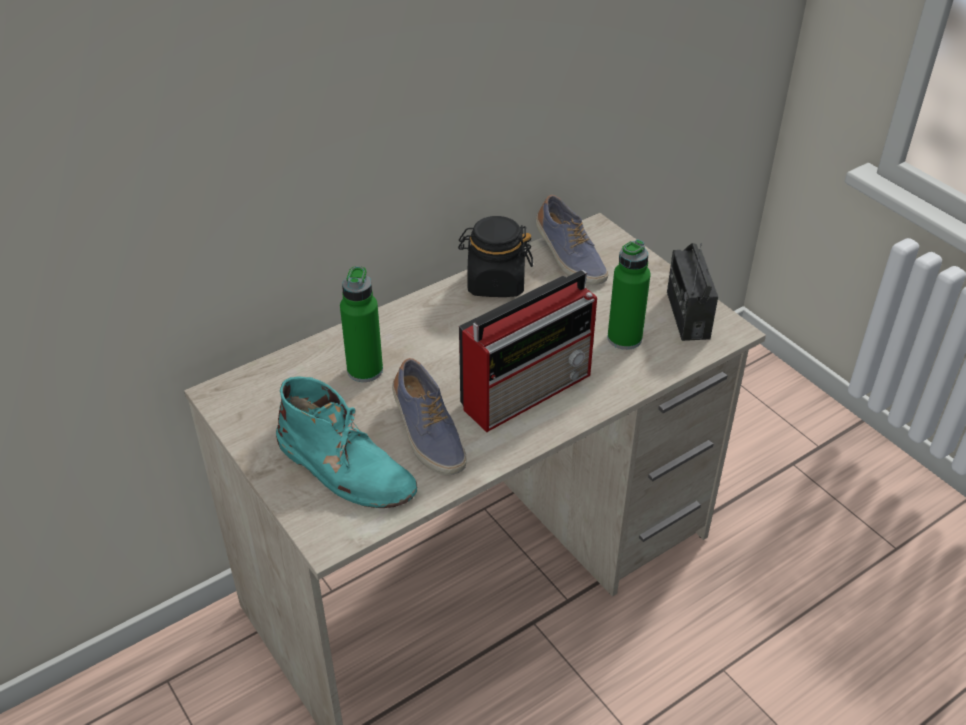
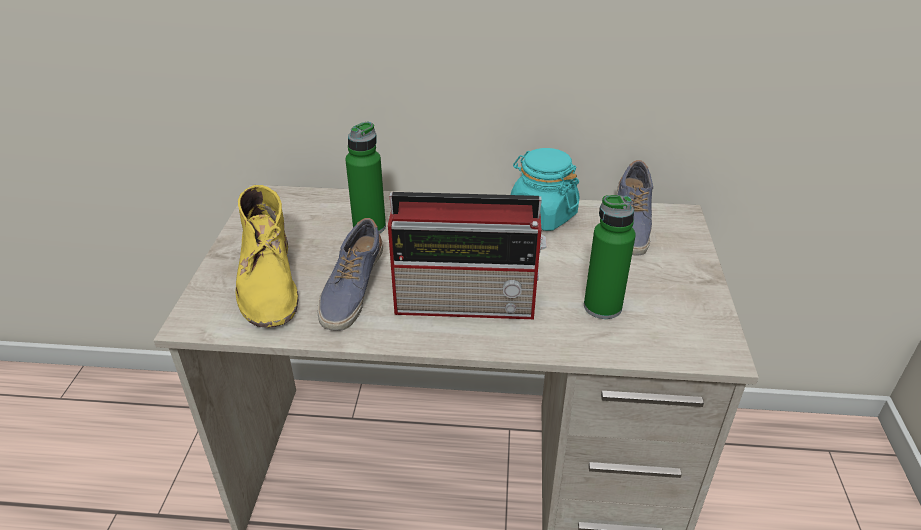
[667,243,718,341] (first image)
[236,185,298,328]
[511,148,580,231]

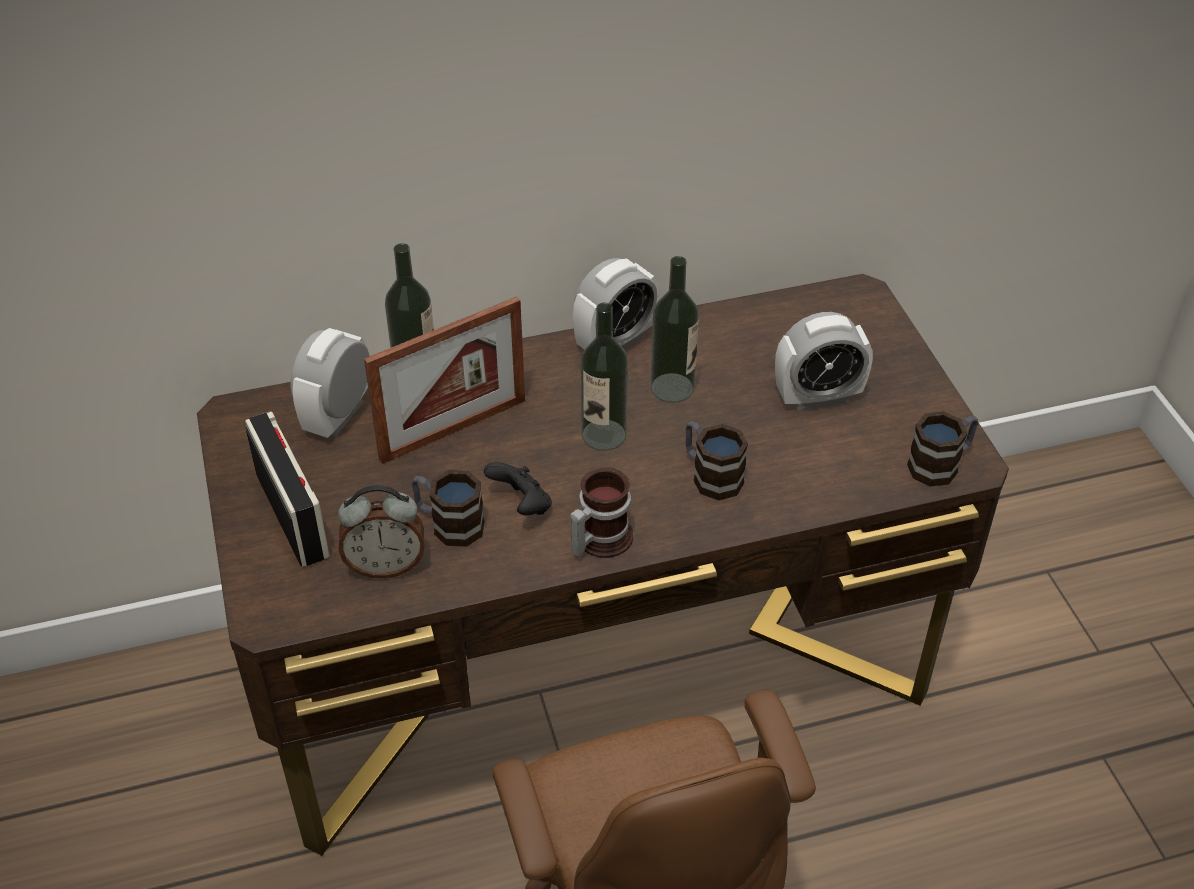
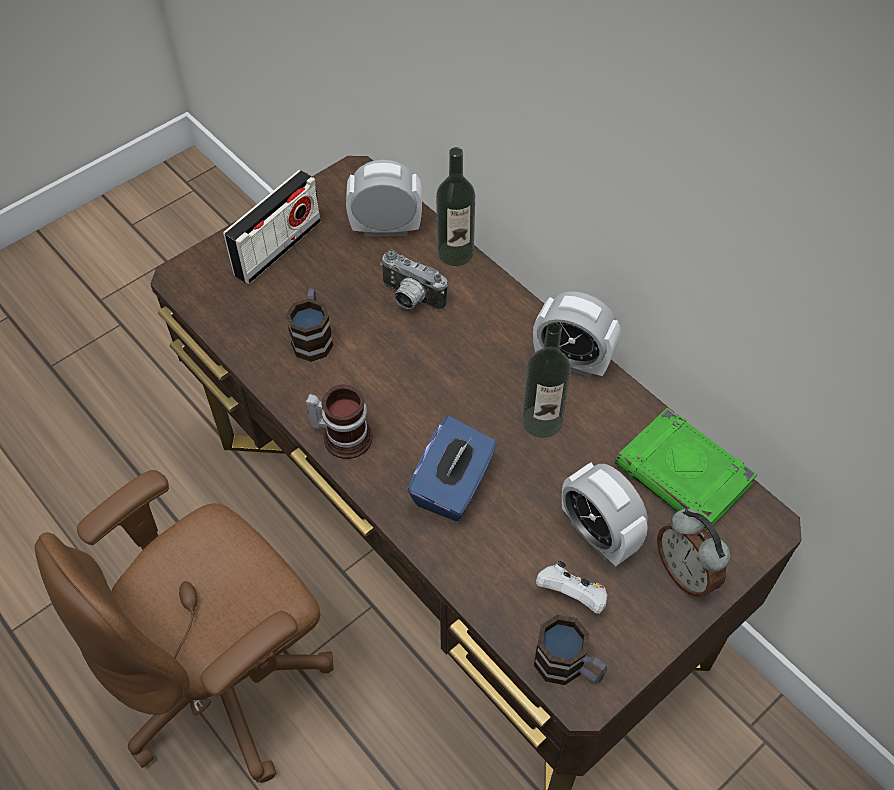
[484,462,552,515] (first image)
[580,303,628,451] (first image)
[536,561,607,614]
[615,408,757,531]
[657,509,730,597]
[380,249,448,310]
[408,416,497,521]

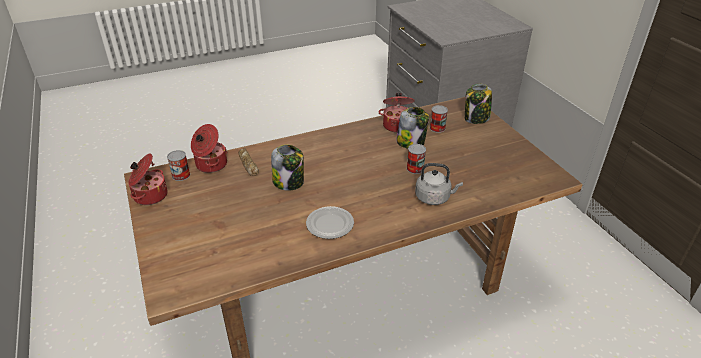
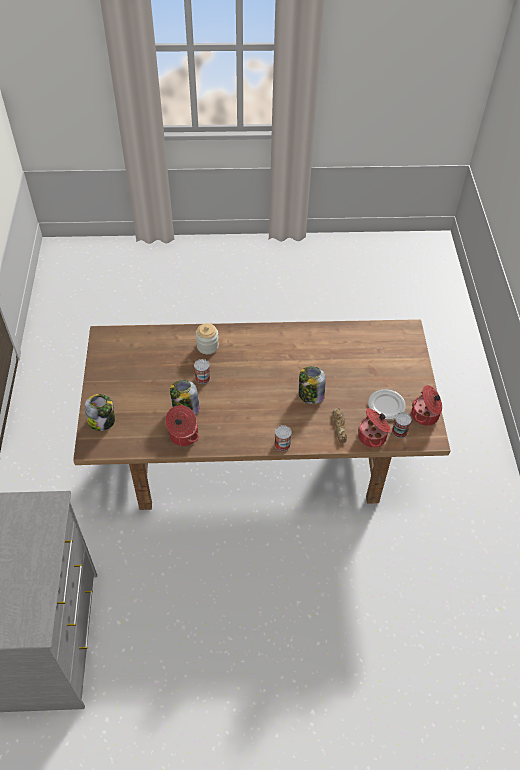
[368,389,406,420]
[275,425,292,451]
[196,323,219,354]

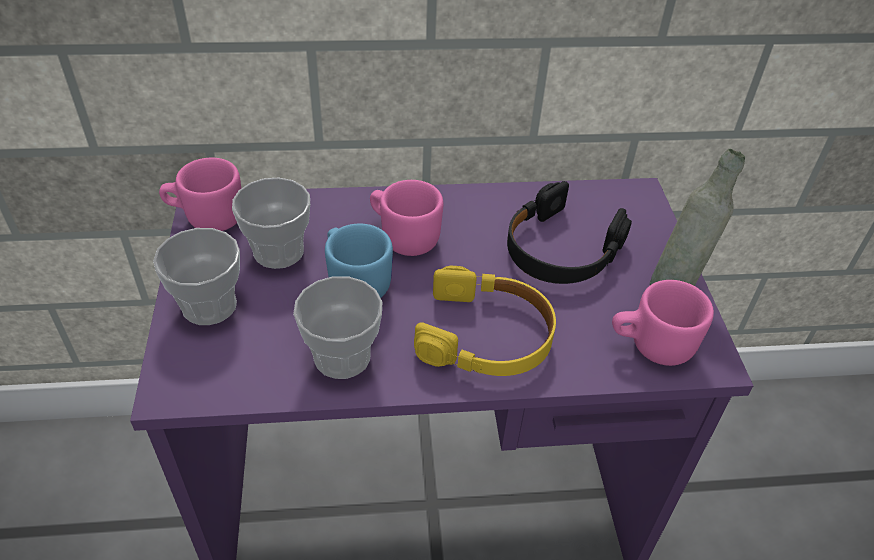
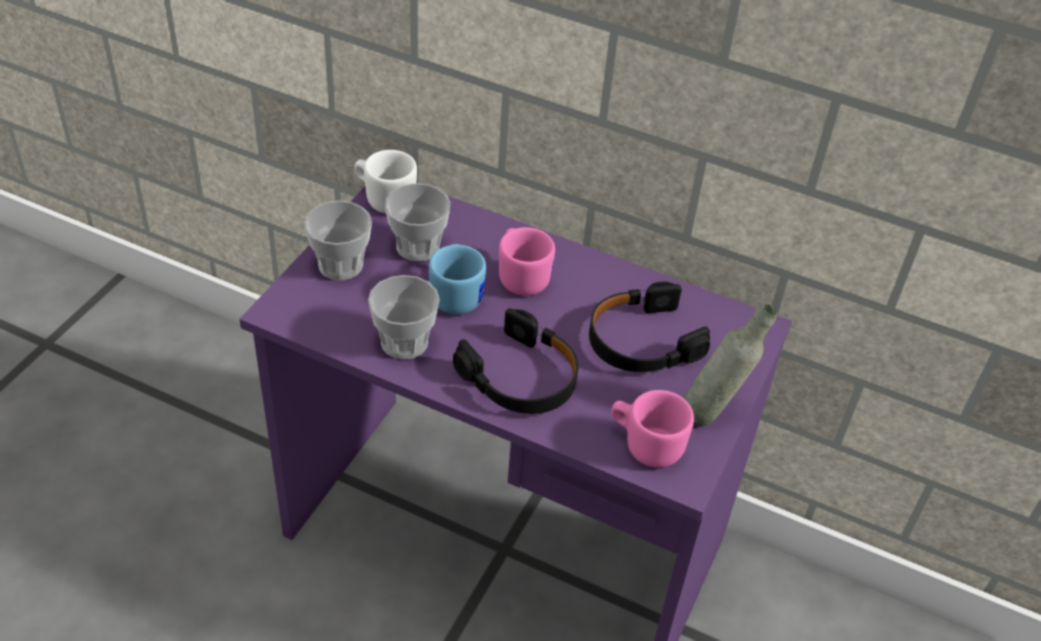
[354,150,417,214]
[453,308,579,414]

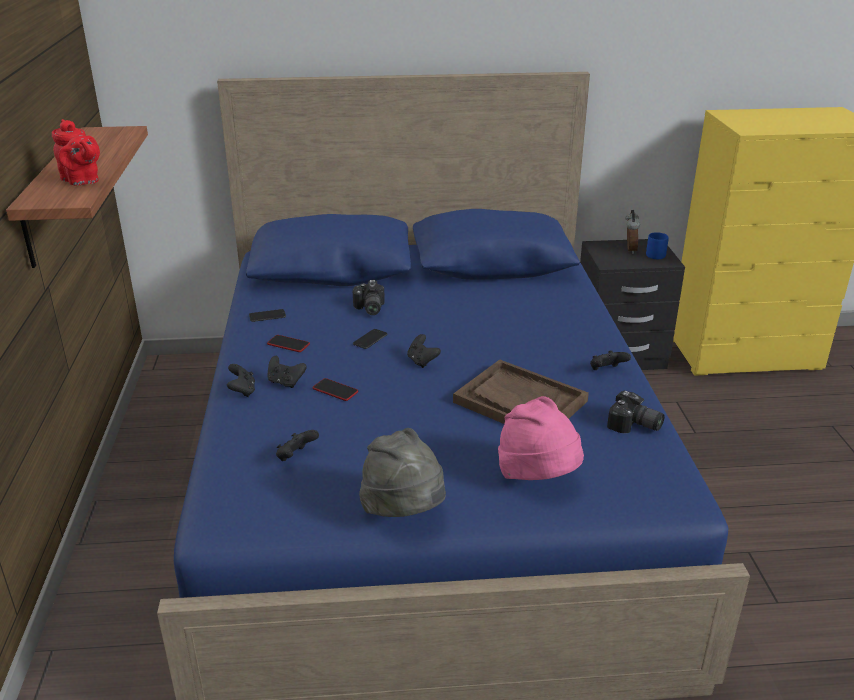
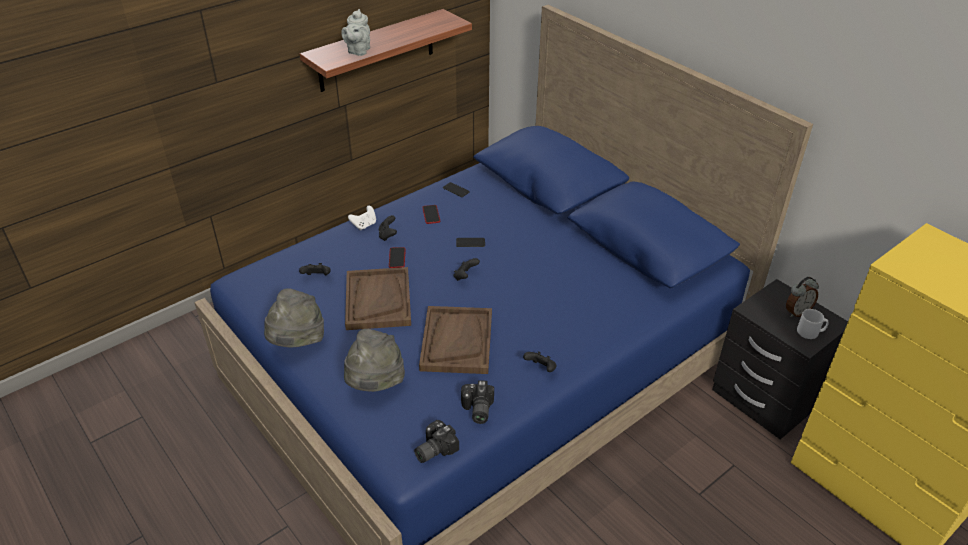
[345,267,411,330]
[414,420,459,463]
[341,9,370,56]
[348,205,376,230]
[344,329,405,392]
[797,309,829,339]

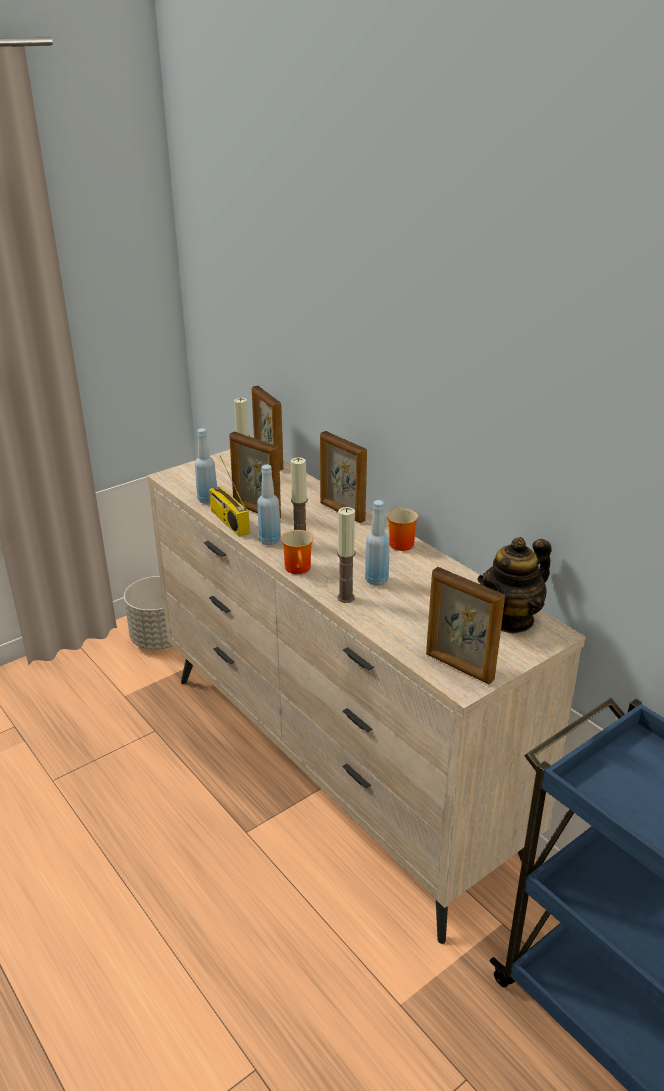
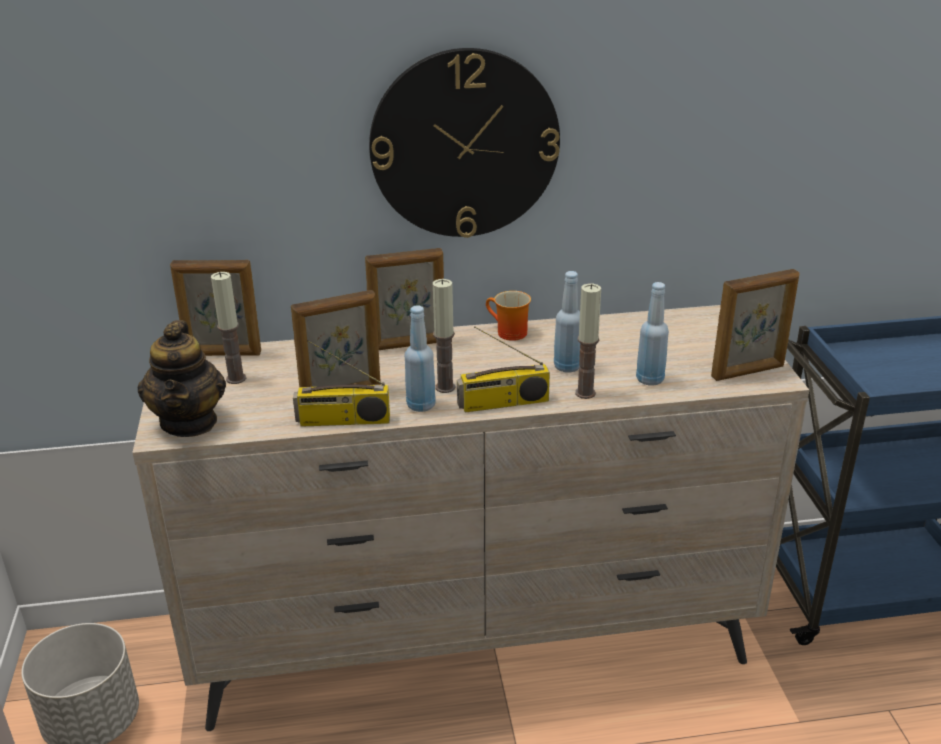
[369,48,560,238]
[636,282,669,386]
[137,320,226,437]
[457,326,550,412]

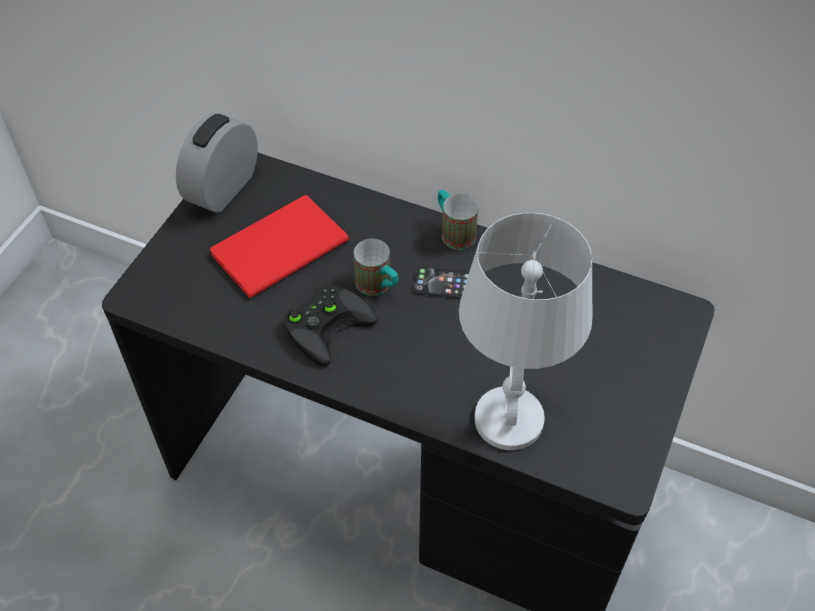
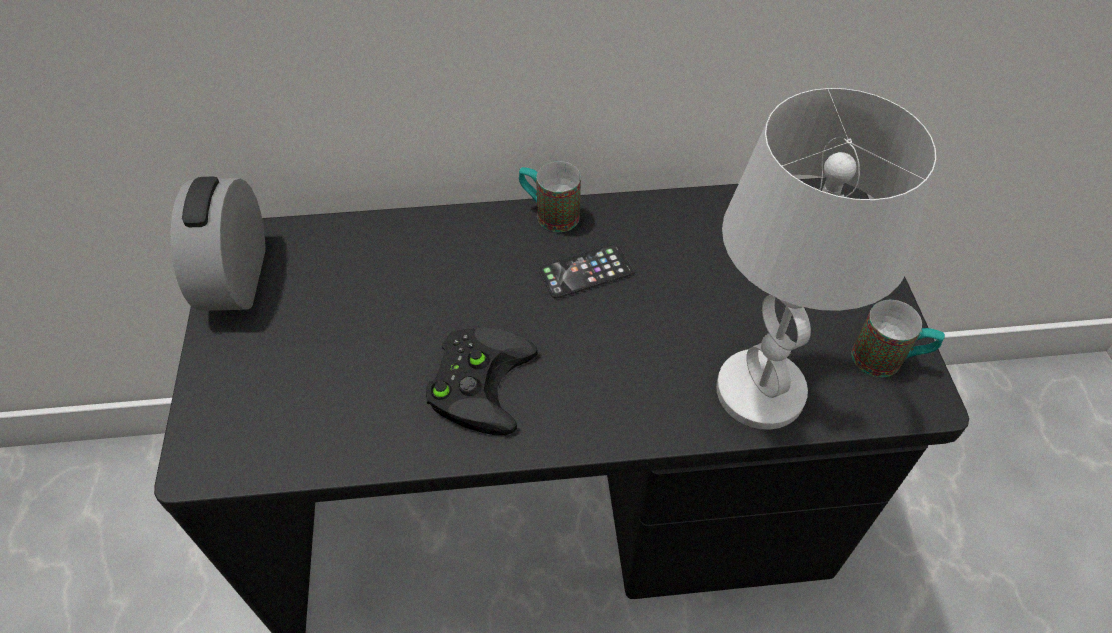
[210,195,349,298] (first image)
[851,300,945,377]

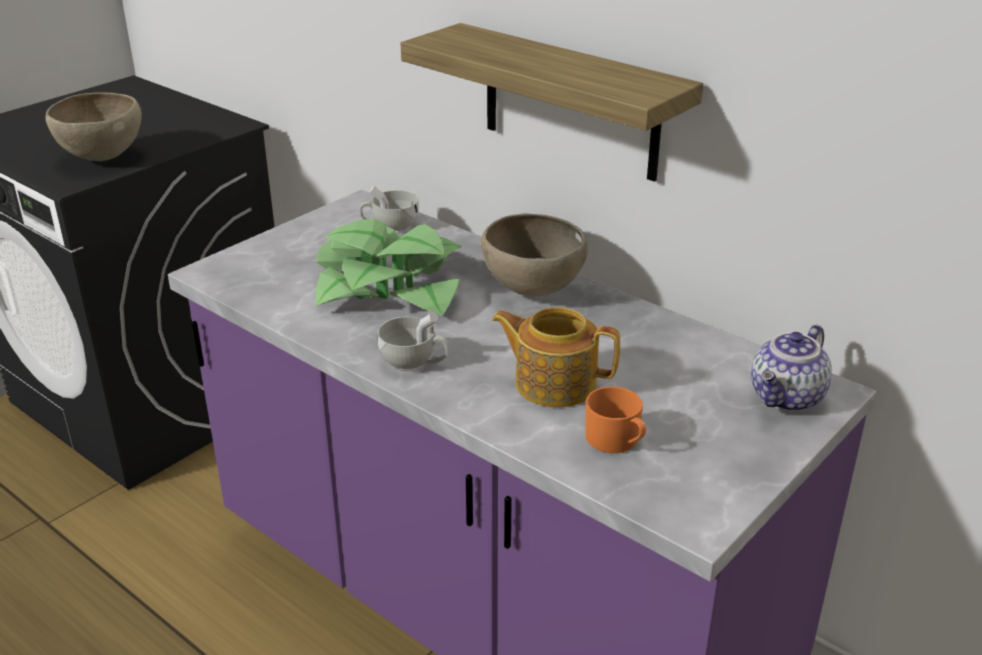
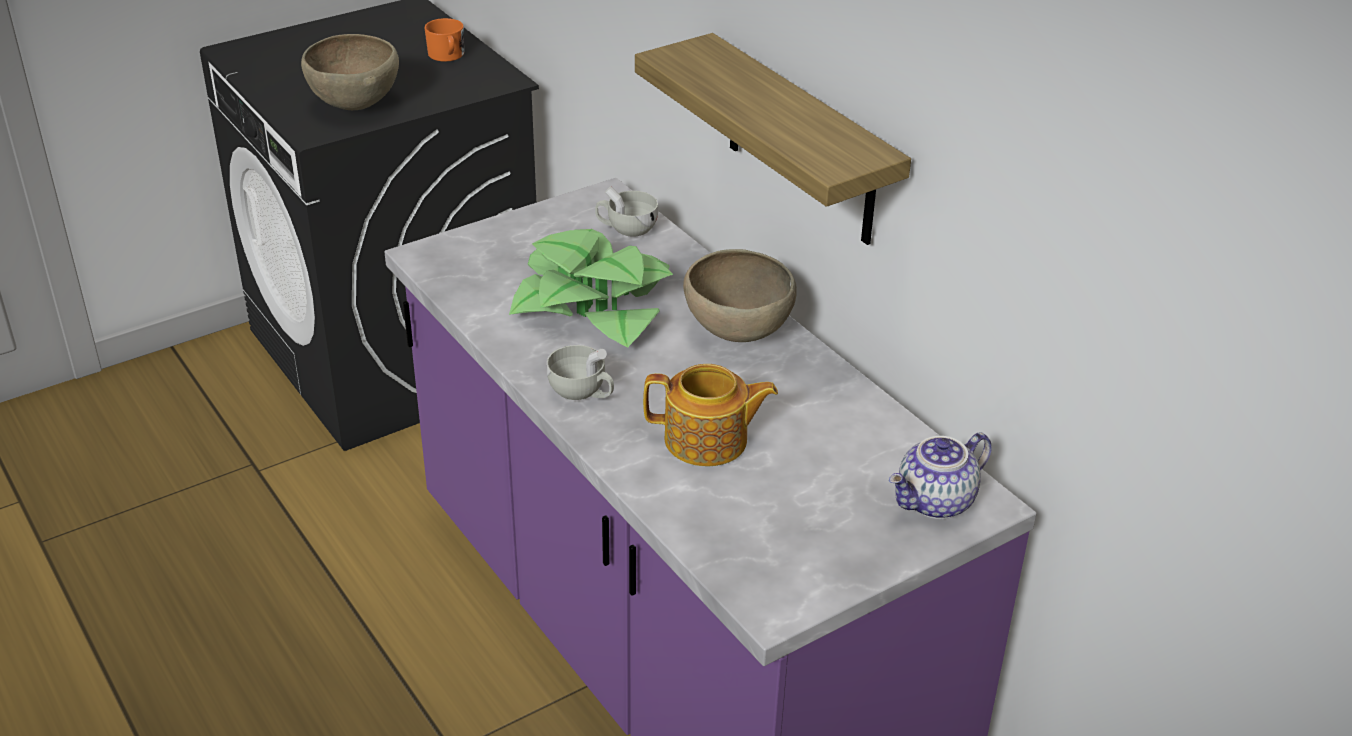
[424,18,464,62]
[643,364,778,467]

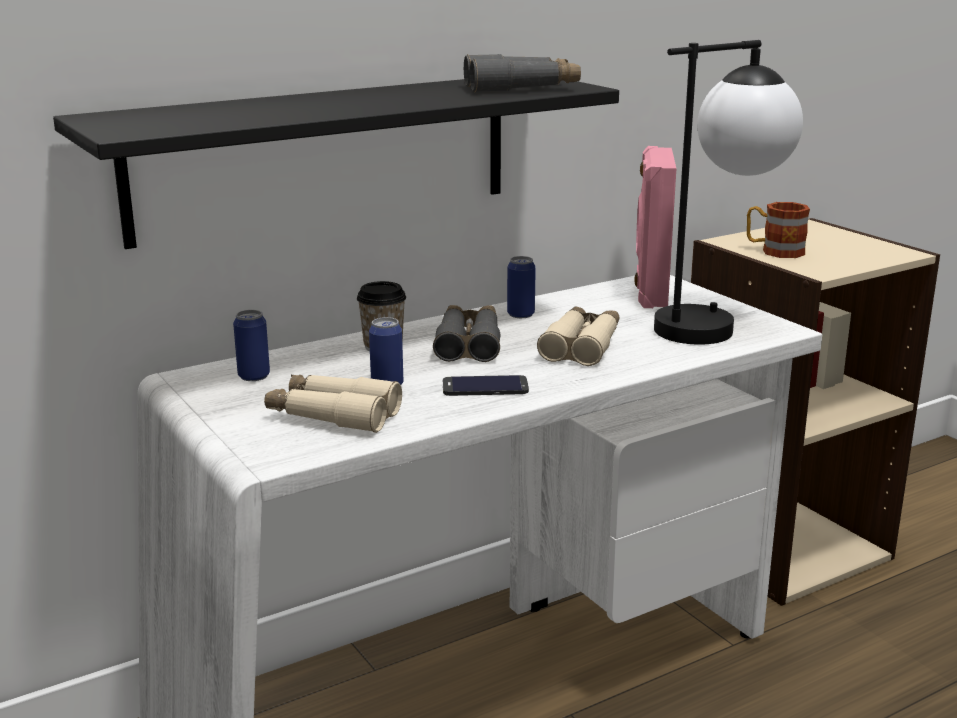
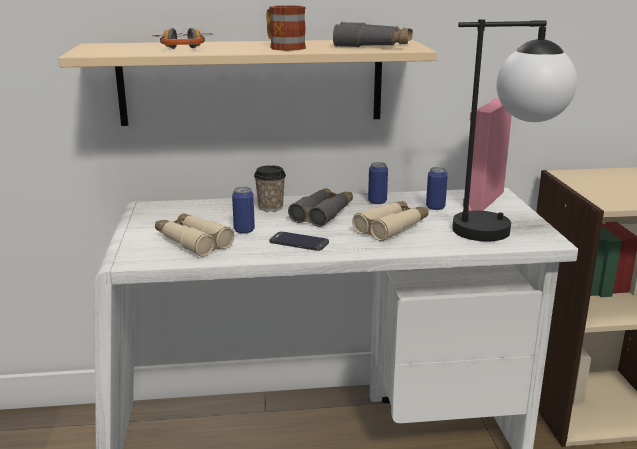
[152,28,213,49]
[426,167,448,210]
[266,5,306,51]
[58,40,437,126]

